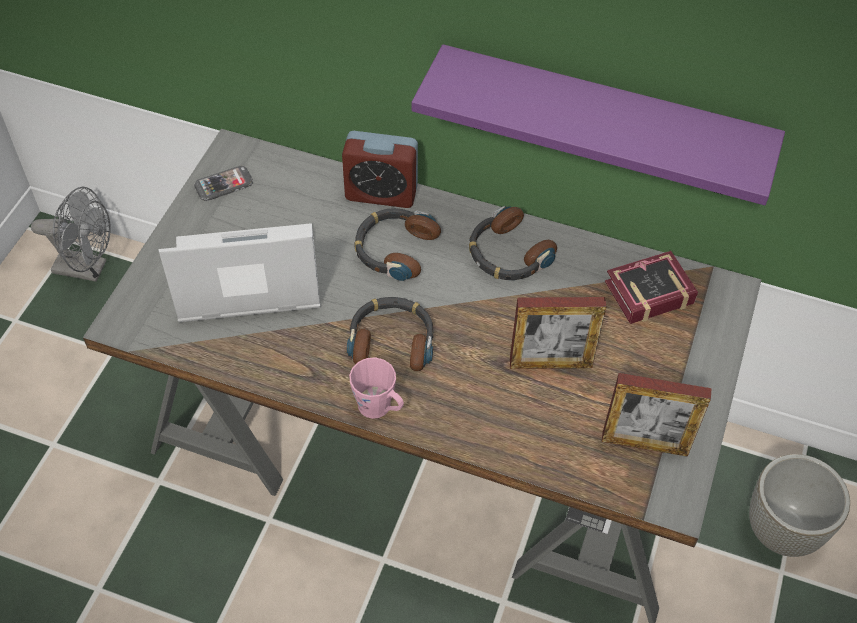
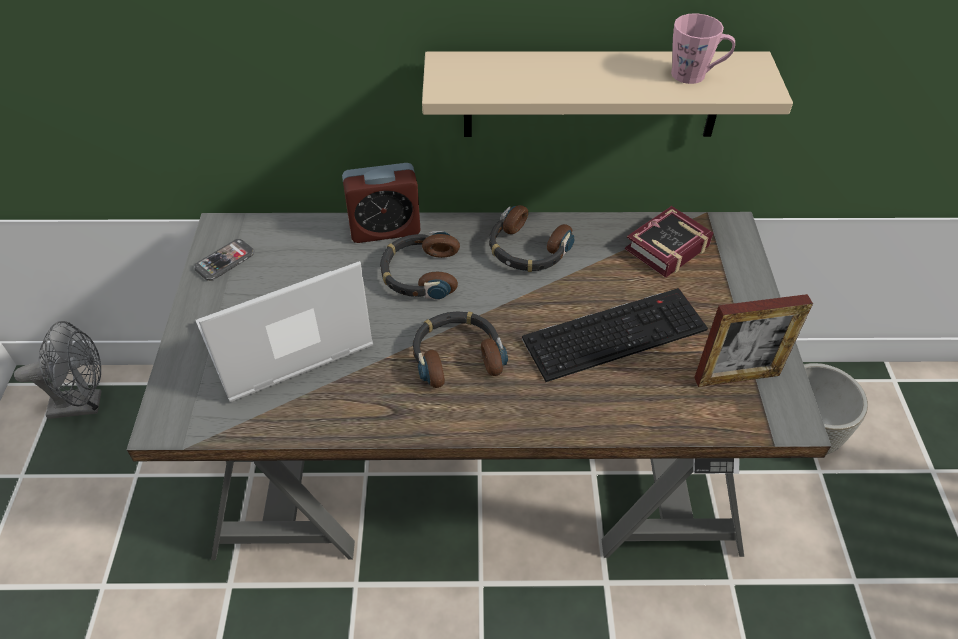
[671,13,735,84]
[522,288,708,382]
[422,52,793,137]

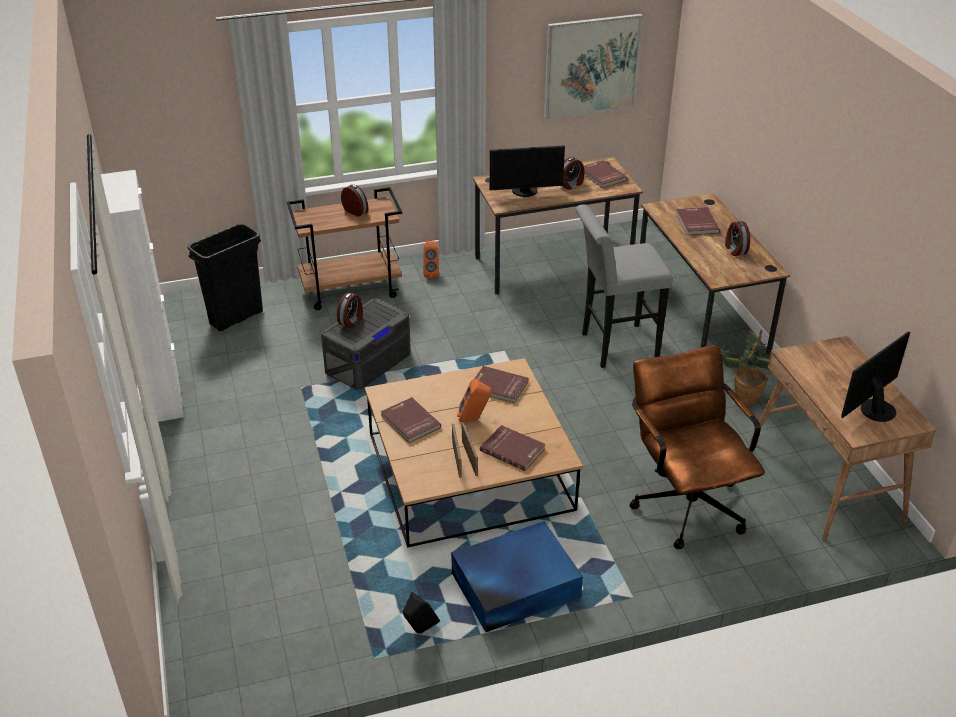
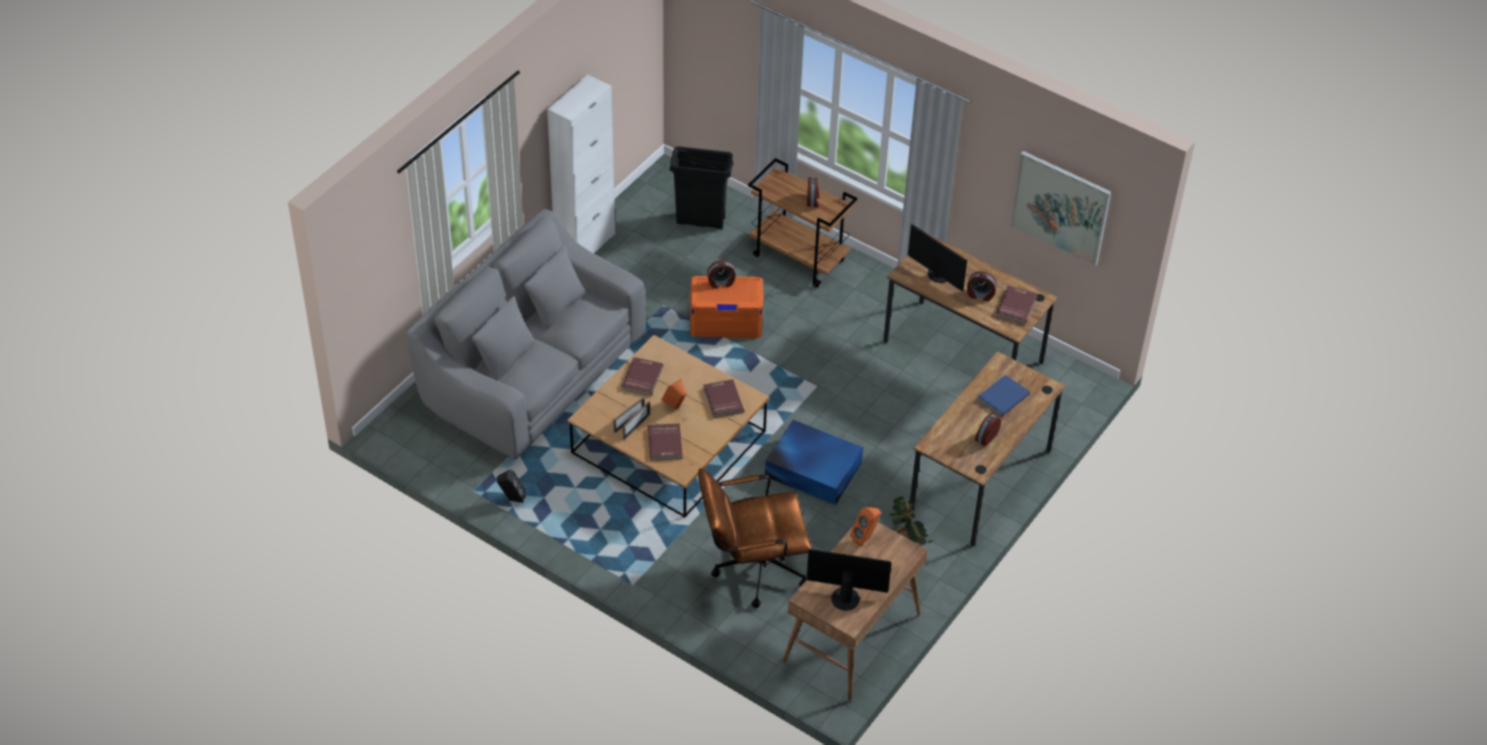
[575,204,673,368] (first image)
[406,209,645,460]
[850,507,881,546]
[765,420,863,505]
[689,276,764,338]
[977,375,1030,417]
[698,468,812,608]

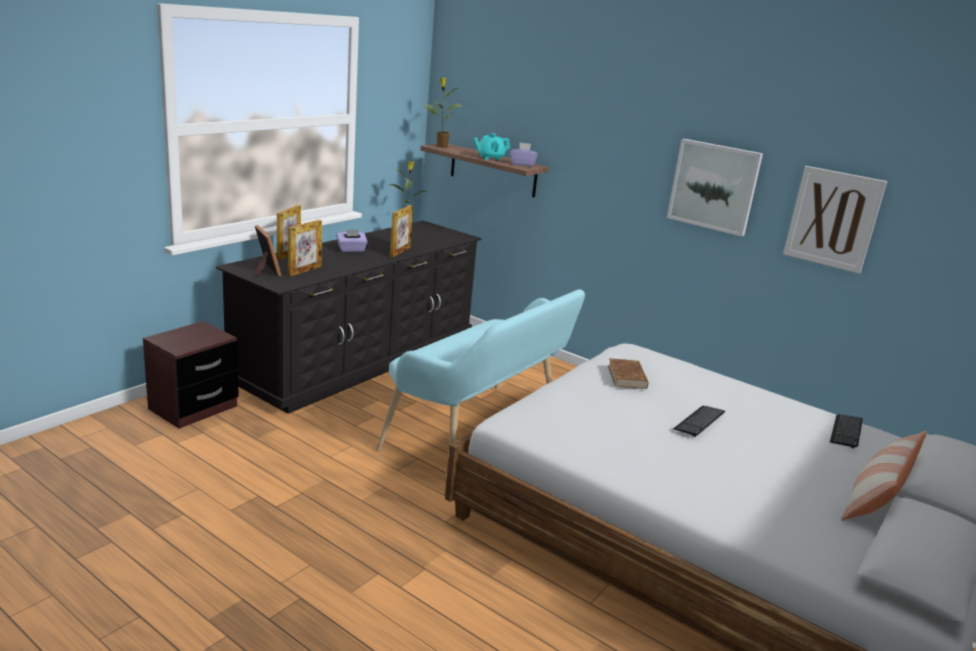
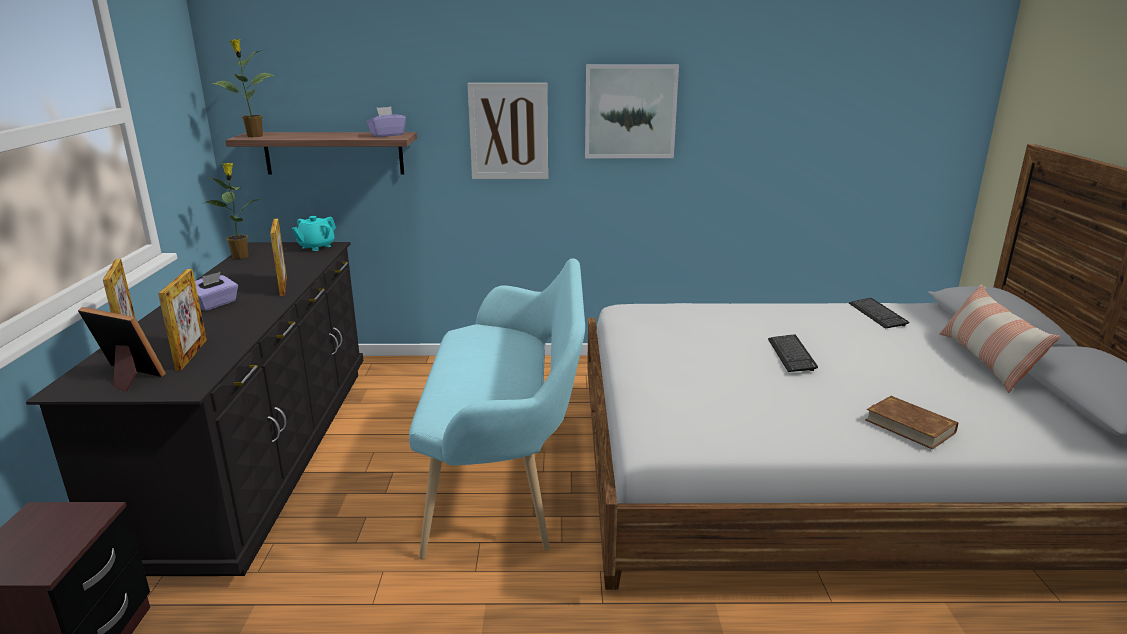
[292,216,336,251]
[865,396,958,449]
[468,83,548,179]

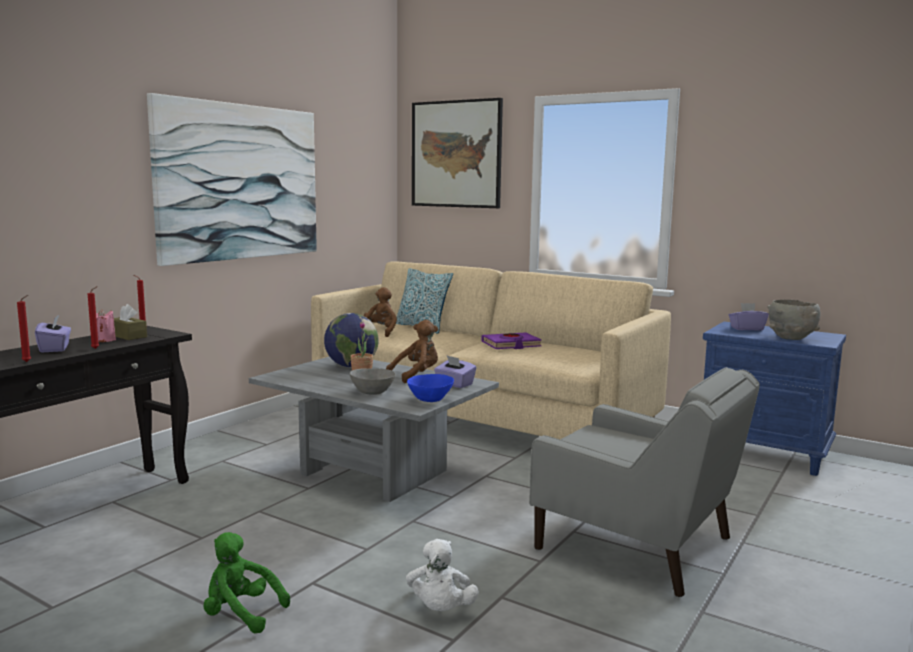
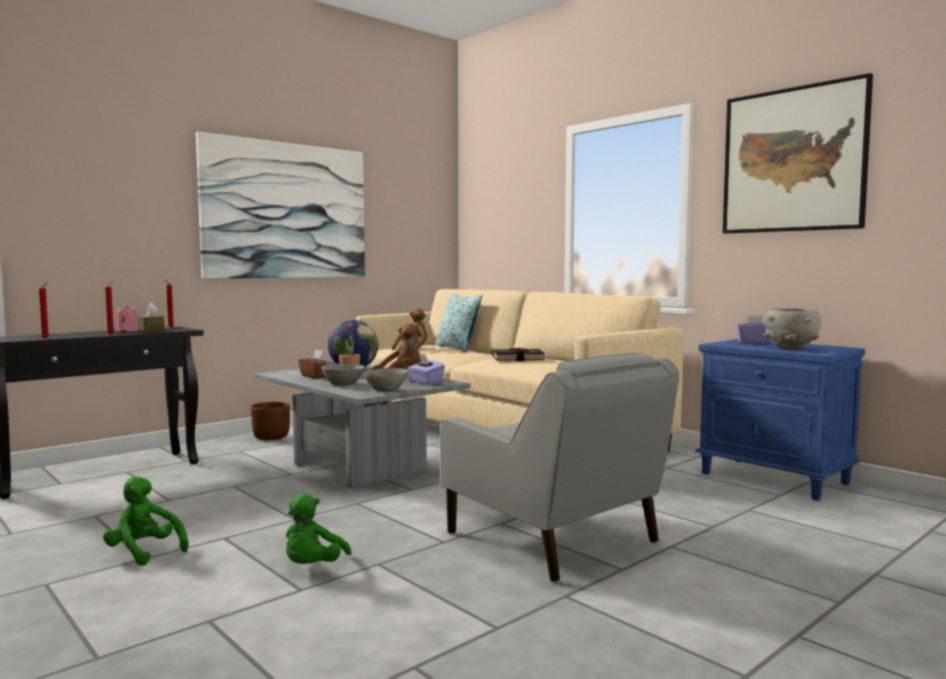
[35,314,71,353] (first image)
[251,402,290,440]
[298,350,334,379]
[723,73,873,233]
[286,494,352,564]
[364,368,408,392]
[492,348,545,361]

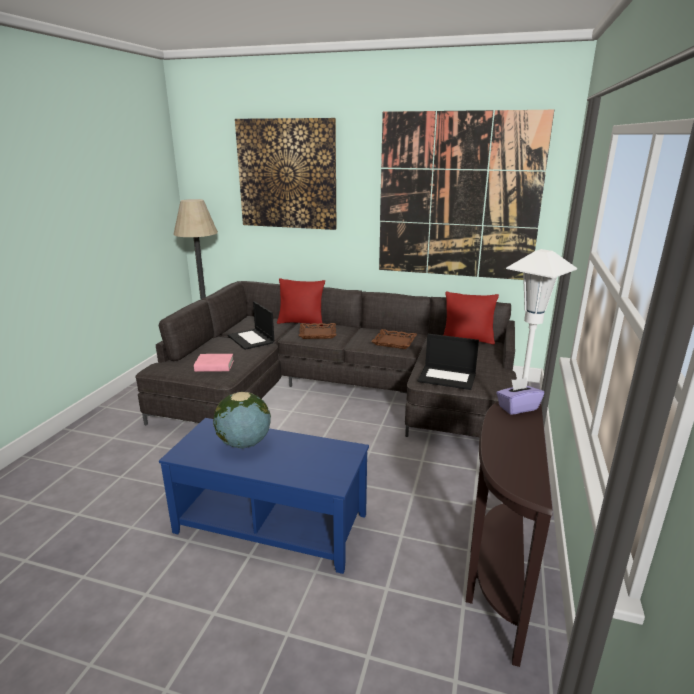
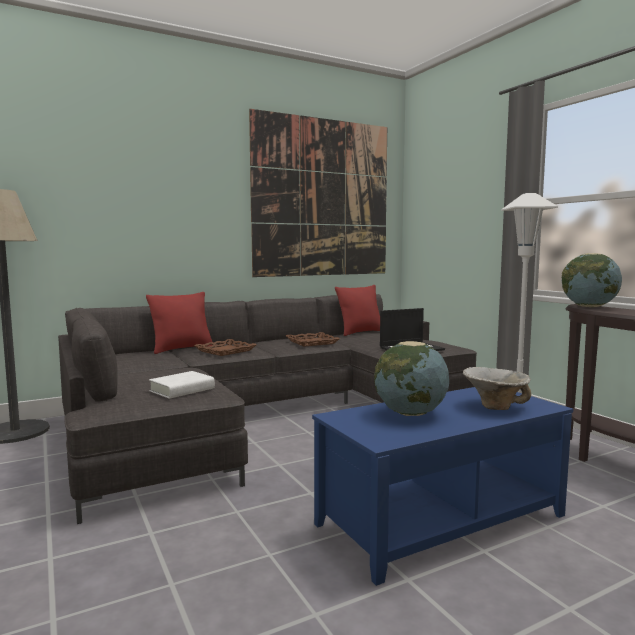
[228,301,274,350] (first image)
[235,118,336,230] (first image)
[463,367,531,410]
[562,253,622,307]
[149,371,215,399]

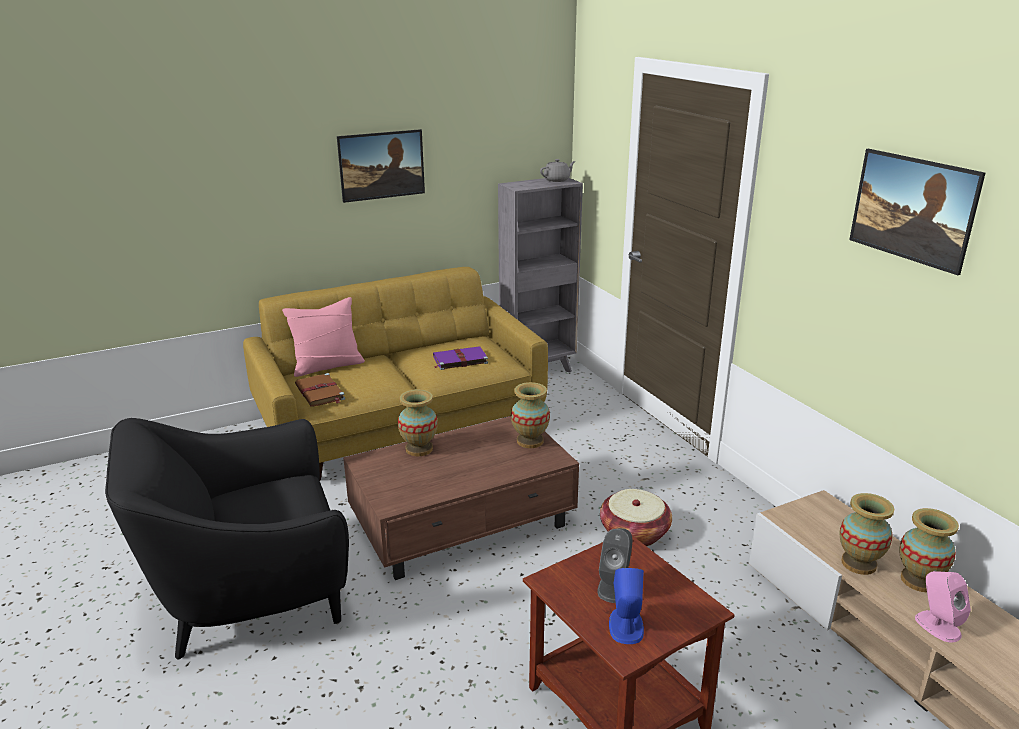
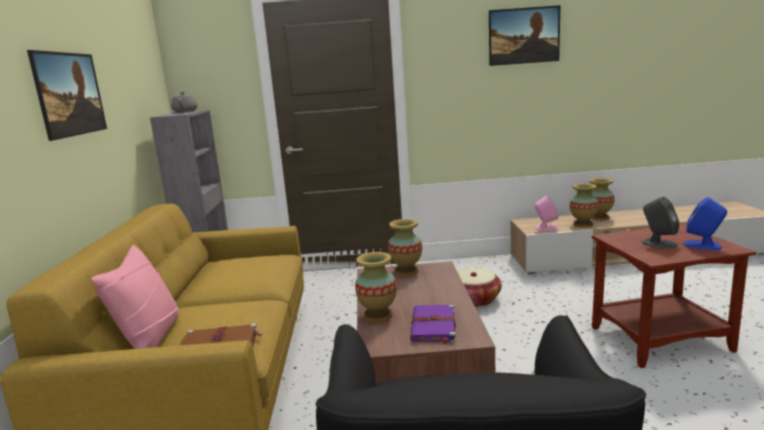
[410,304,456,345]
[535,196,558,231]

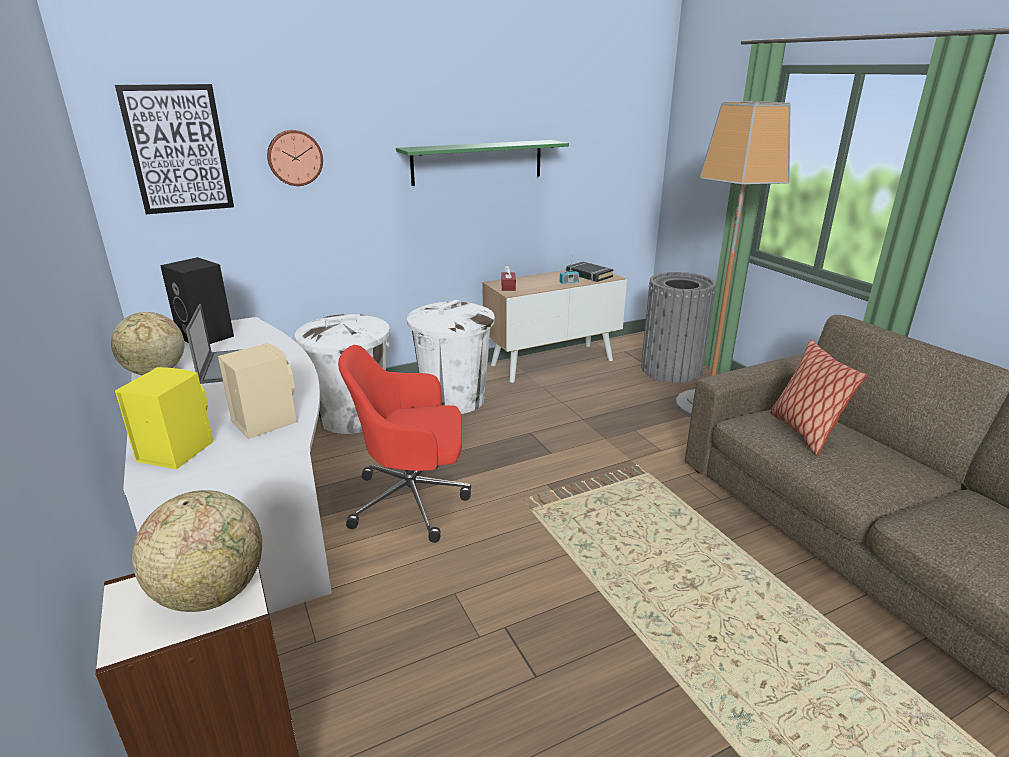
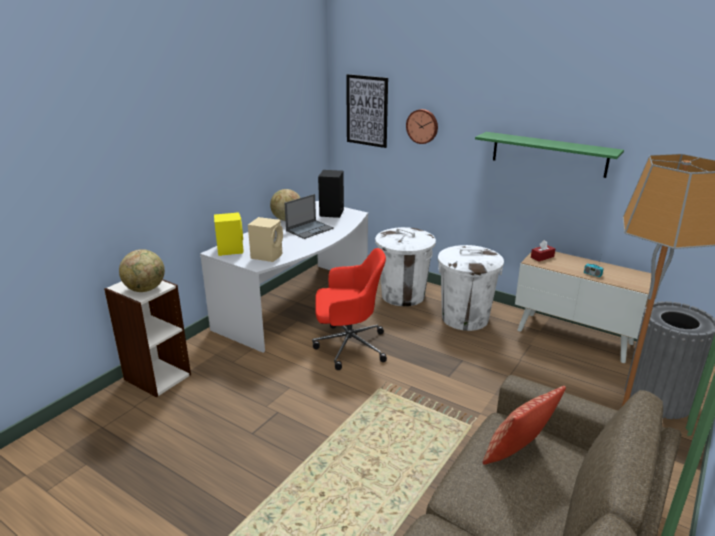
[566,261,614,282] (first image)
[312,248,387,370]

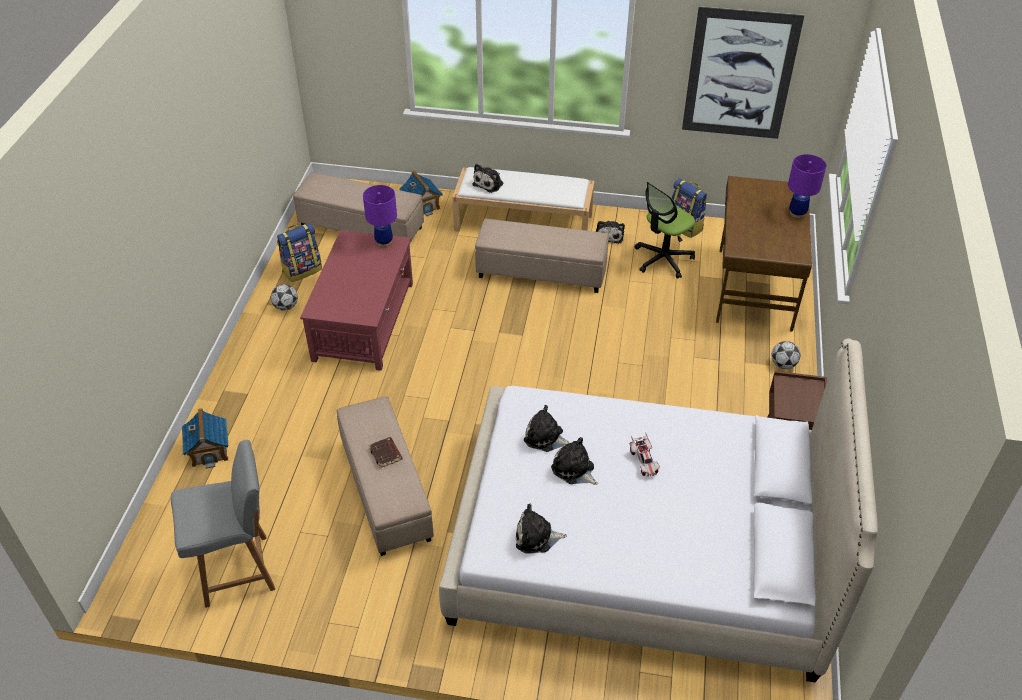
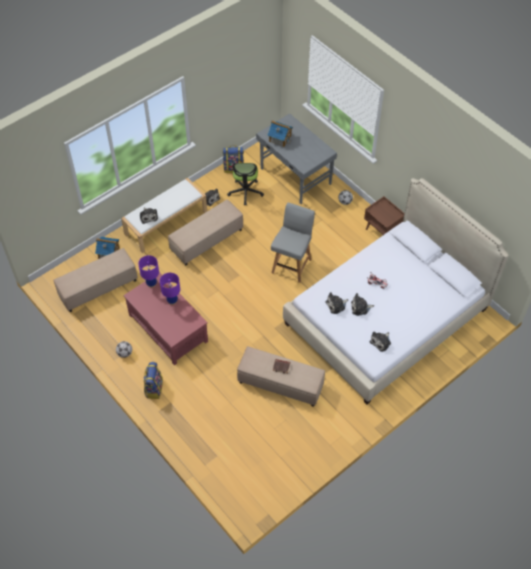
[682,6,804,139] (first image)
[271,203,315,283]
[267,121,293,147]
[144,362,163,399]
[160,273,180,305]
[256,113,337,204]

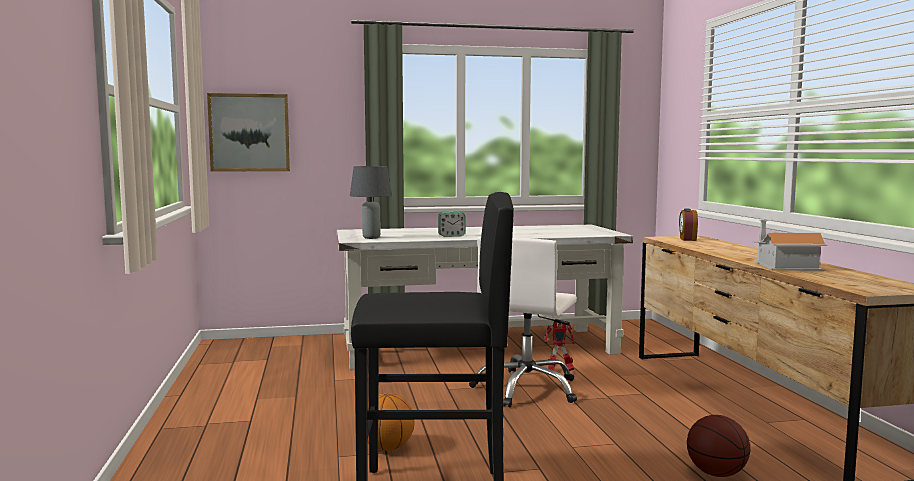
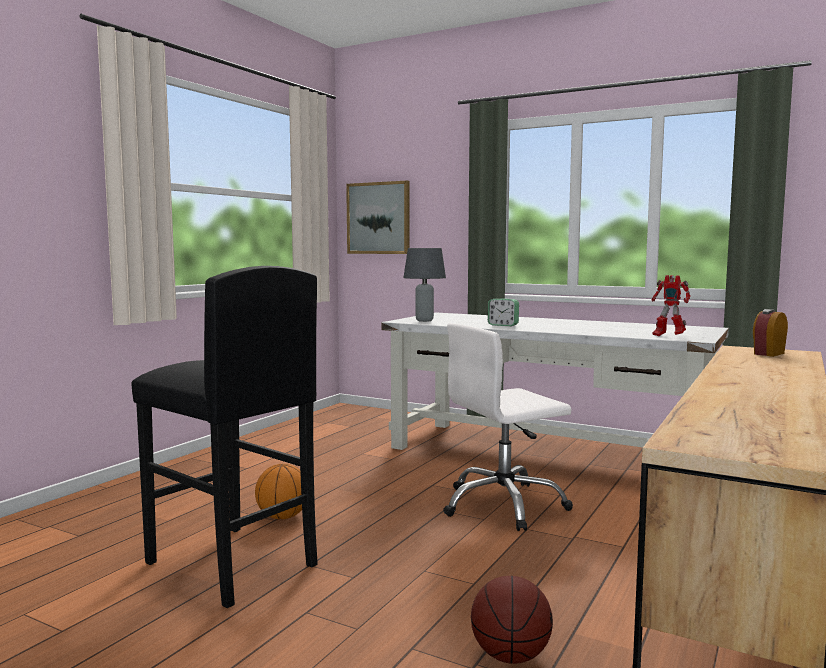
[752,220,827,271] (first image)
[652,275,690,336]

